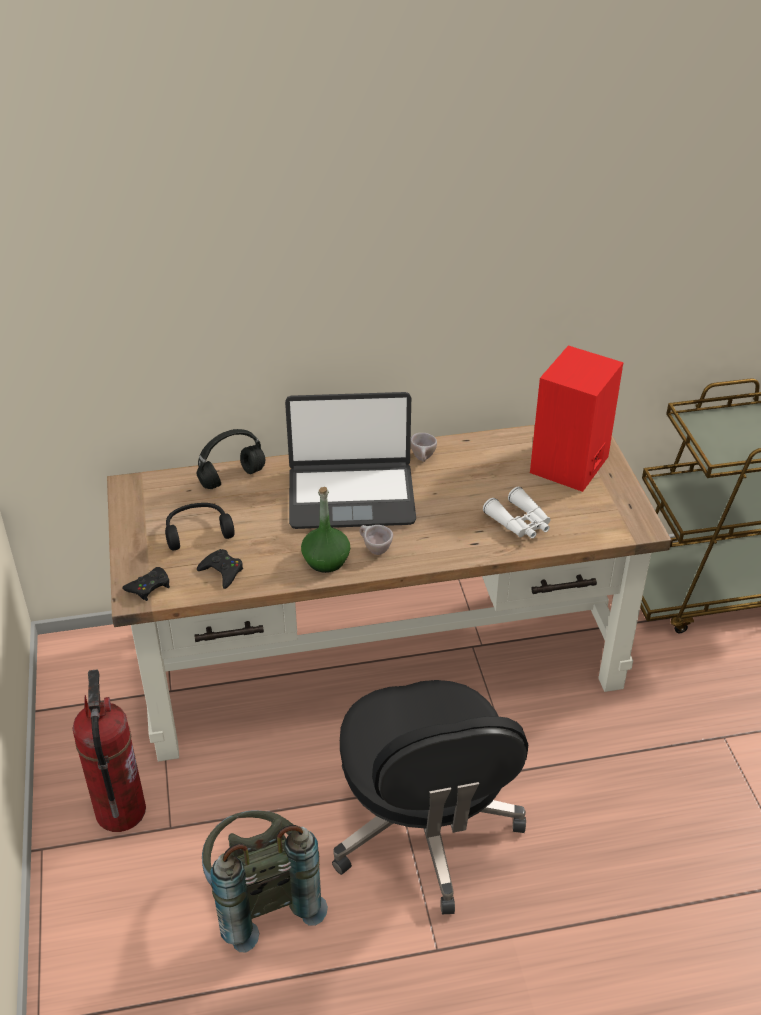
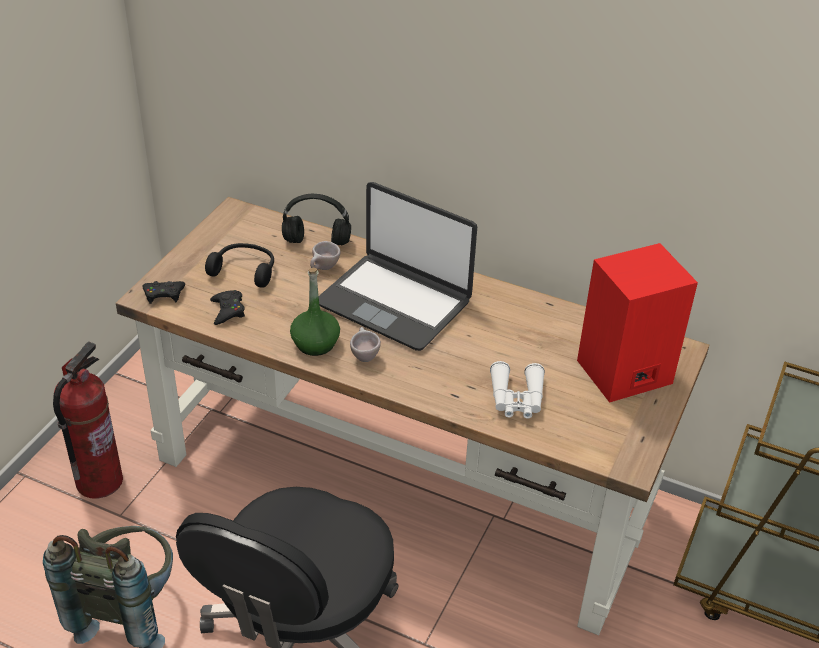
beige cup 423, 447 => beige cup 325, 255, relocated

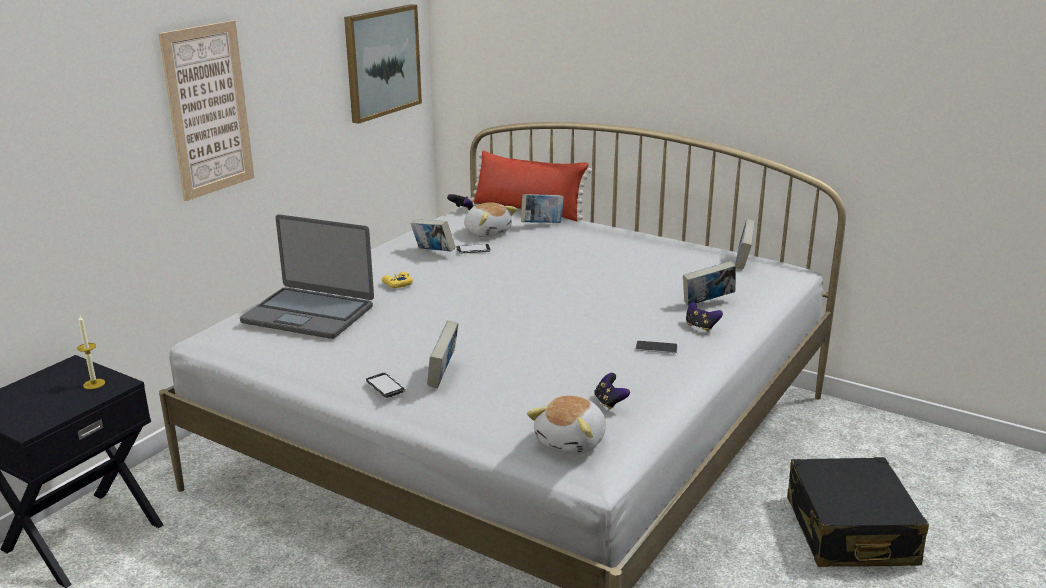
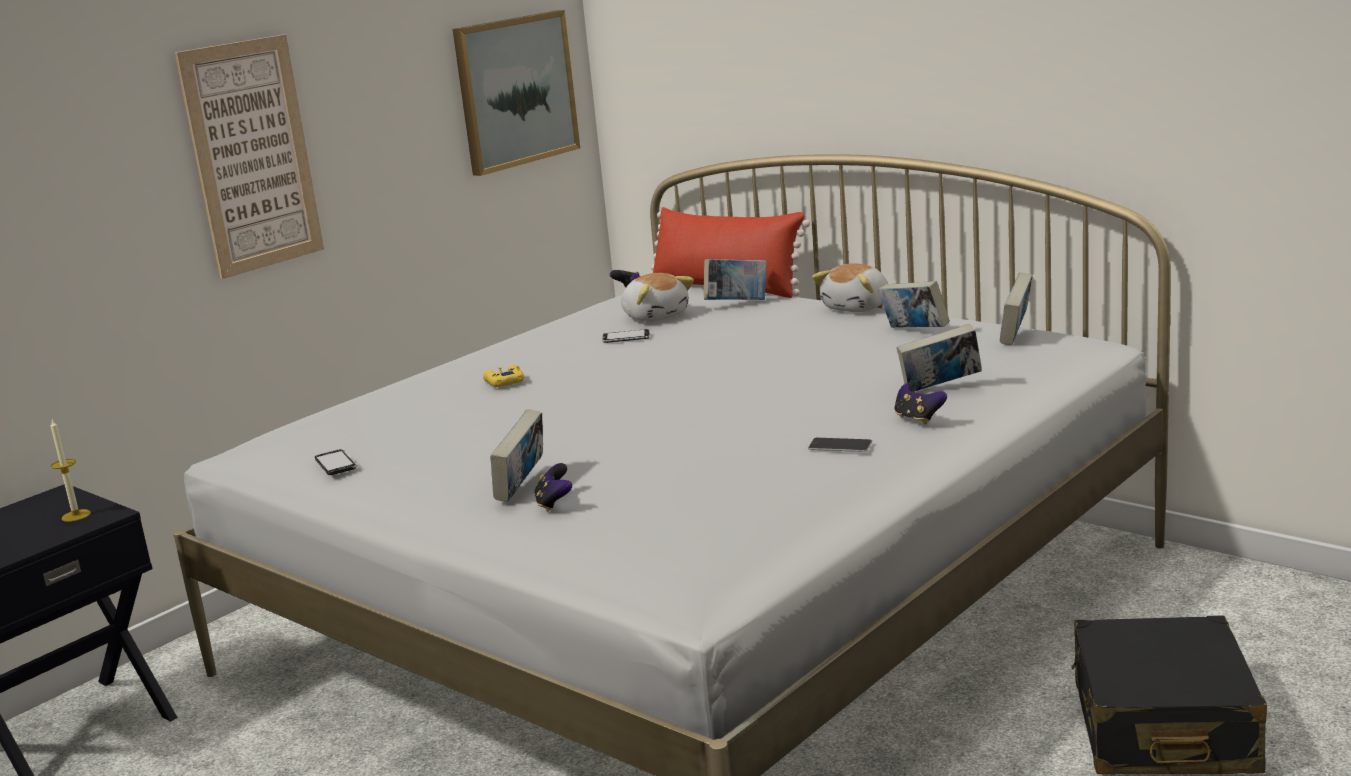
phone 386, 385 => phone 336, 462, relocated
game controller 612, 391 => game controller 553, 487, relocated
plush toy 566, 424 => plush toy 850, 287, relocated
book 433, 235 => book 914, 304, relocated
laptop 307, 276 => nothing

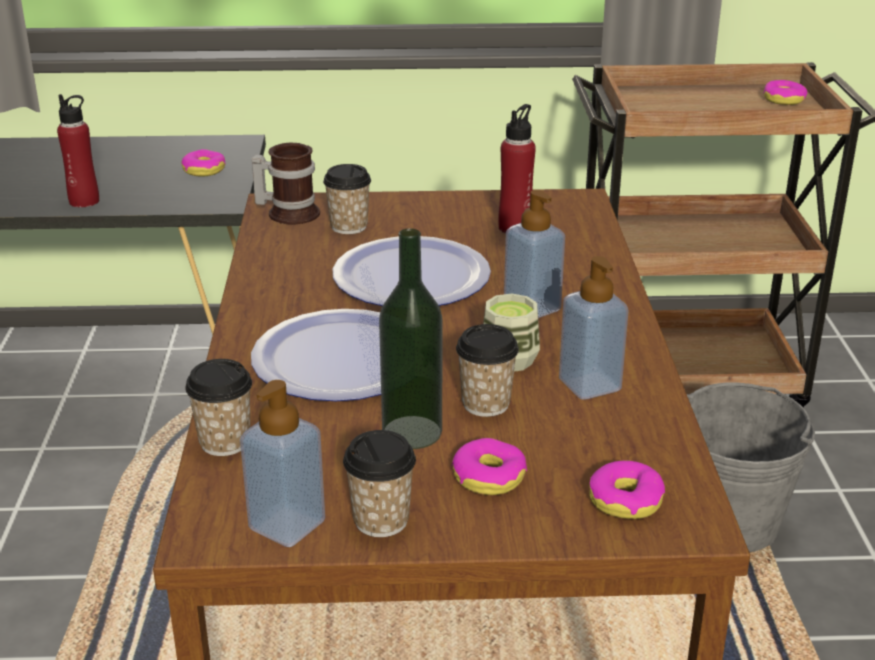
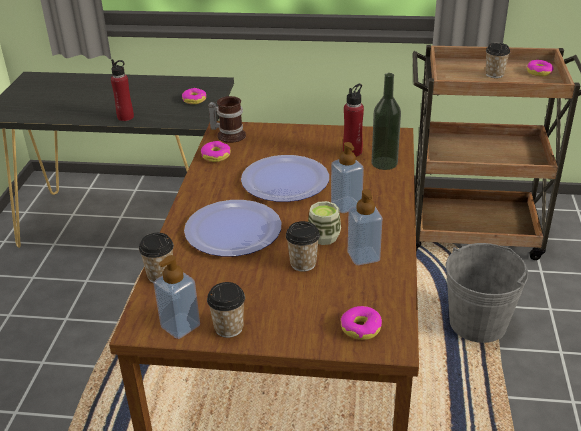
donut 489, 466 => donut 216, 151, relocated
bottle 411, 338 => bottle 386, 121, relocated
cup 347, 199 => cup 498, 60, relocated

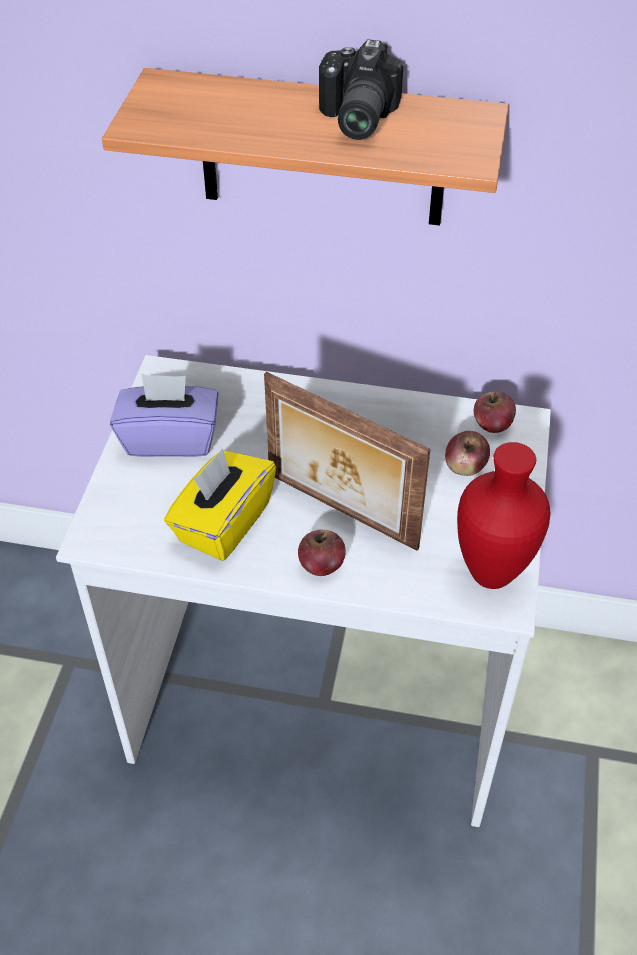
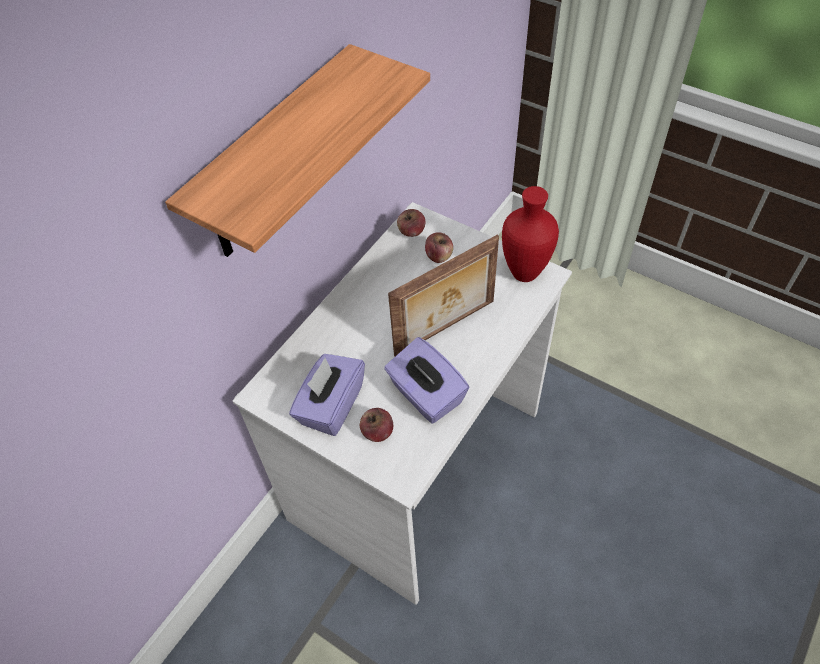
apple 322, 553 => apple 376, 425, relocated
yellow tissue box 220, 504 => purple tissue box 426, 380
photo camera 361, 89 => nothing

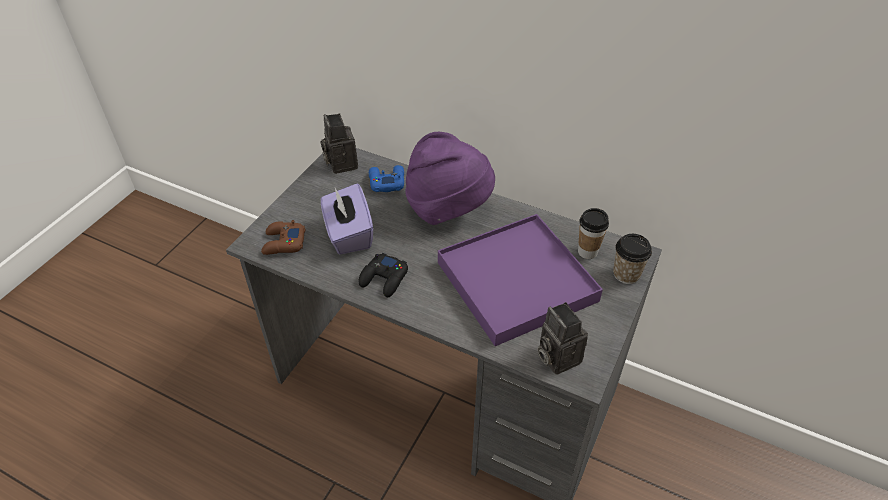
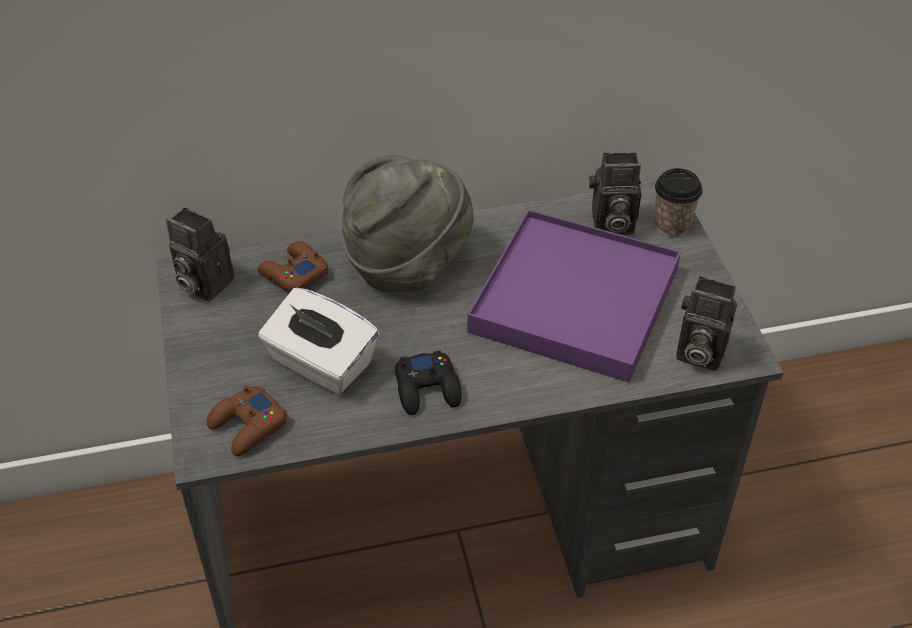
blue game controller 386, 178 => brown game controller 292, 266
purple tissue box 347, 219 => white tissue box 318, 341
purple hat 450, 178 => grey hat 407, 223
cup 593, 233 => photo camera 615, 193

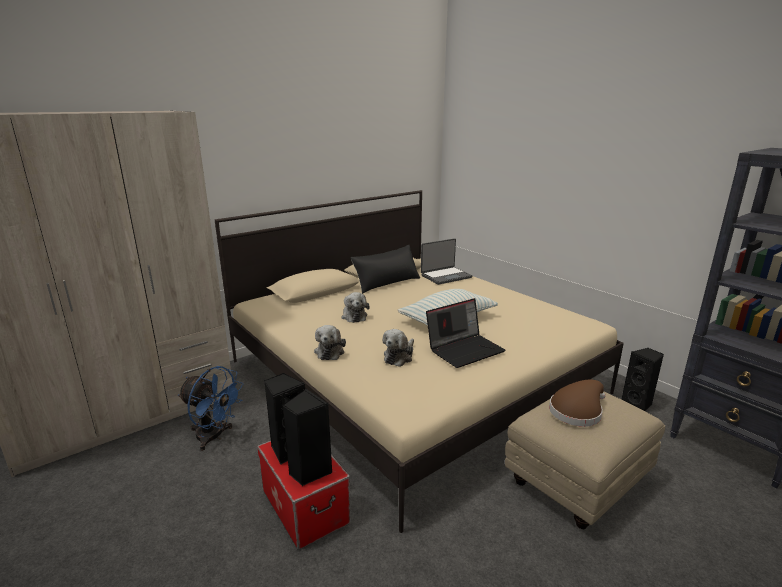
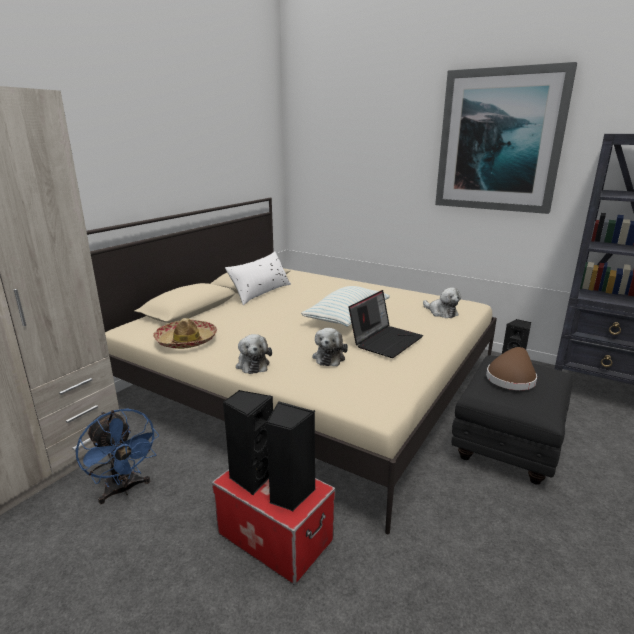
blue fan 211, 408 => blue fan 117, 456, 45 degrees clockwise
nothing => hat 185, 333
black pillow 385, 269 => white pillow 258, 278
plush toy 355, 307 => plush toy 442, 303, relocated
nothing => picture 506, 138
beige ottoman 585, 460 => black ottoman 512, 420
laptop 446, 261 => nothing

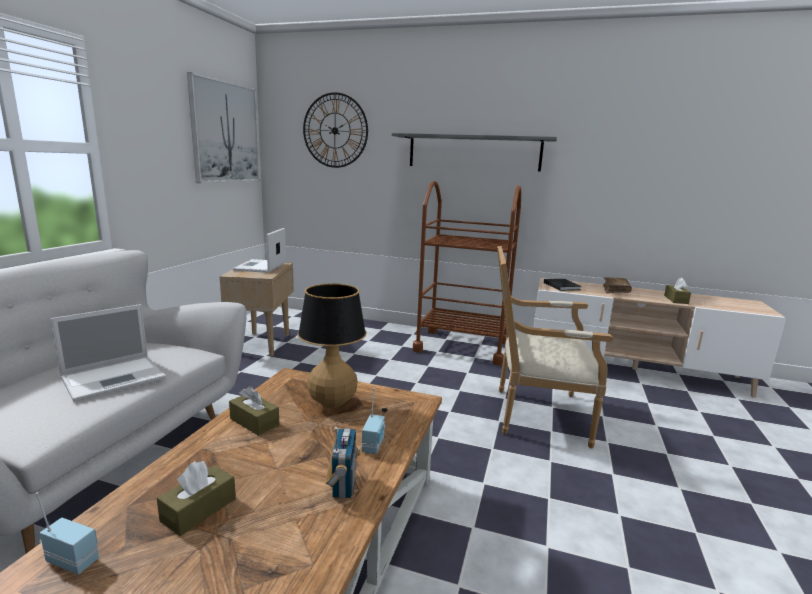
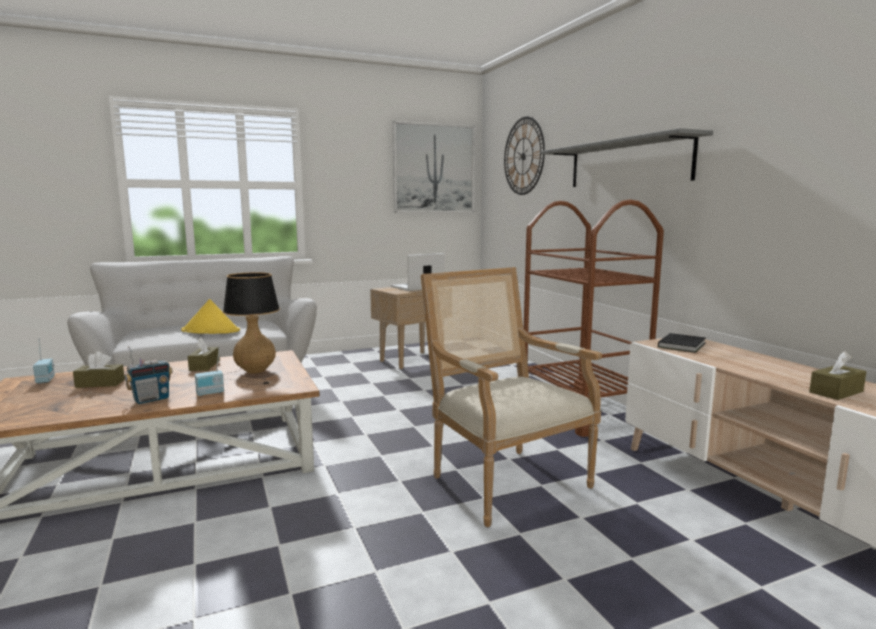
laptop 108, 353 => yellow hat 210, 316
brown book 617, 285 => nothing

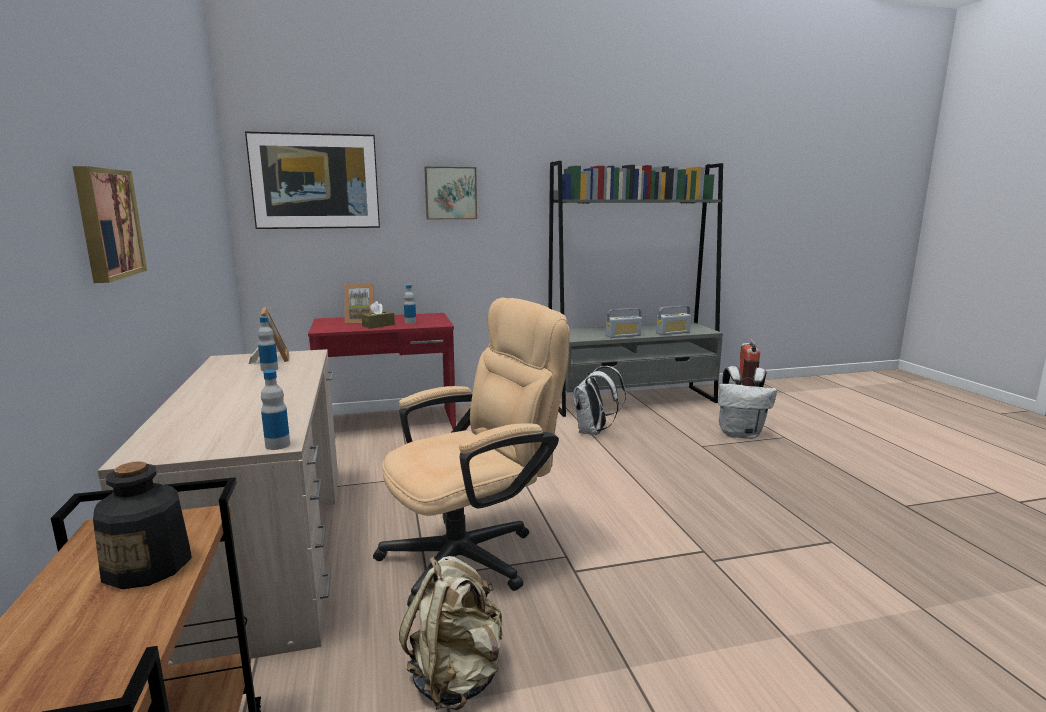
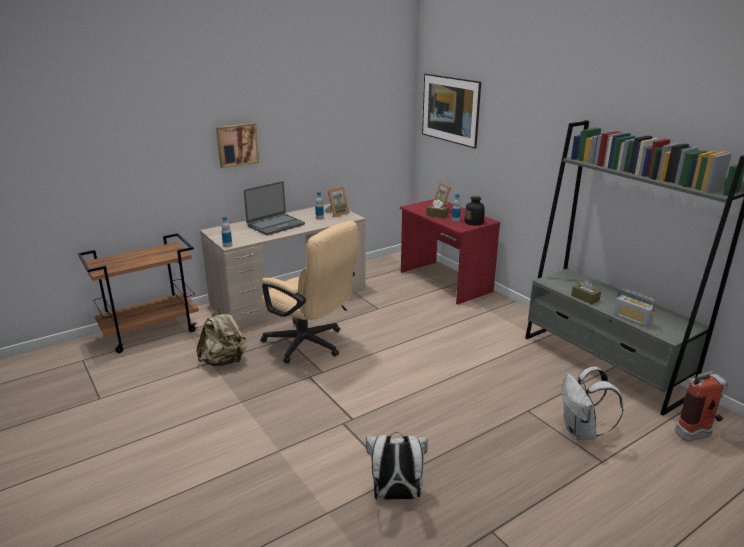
nothing => laptop 274, 208
white backpack 599, 400 => white backpack 397, 466, relocated
bottle 142, 525 => bottle 474, 210, relocated
radio 624, 323 => brown tissue box 586, 292
picture 450, 193 => nothing

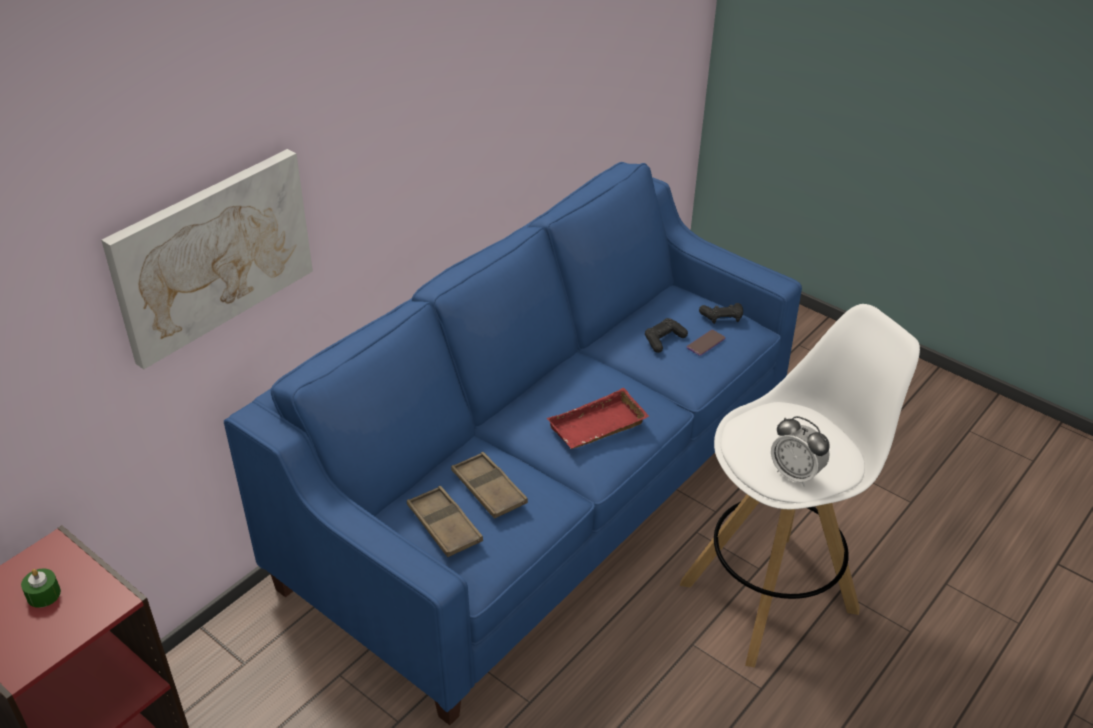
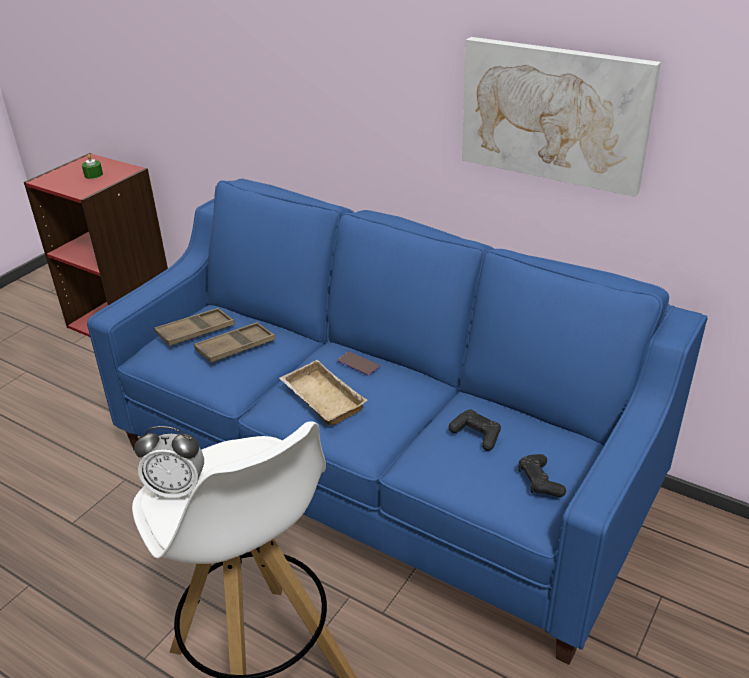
alarm clock 800, 451 => alarm clock 169, 462, 120 degrees counterclockwise
red tray 598, 418 => beige tray 323, 393
phone 706, 343 => phone 358, 363, relocated
picture 207, 259 => picture 561, 117, relocated

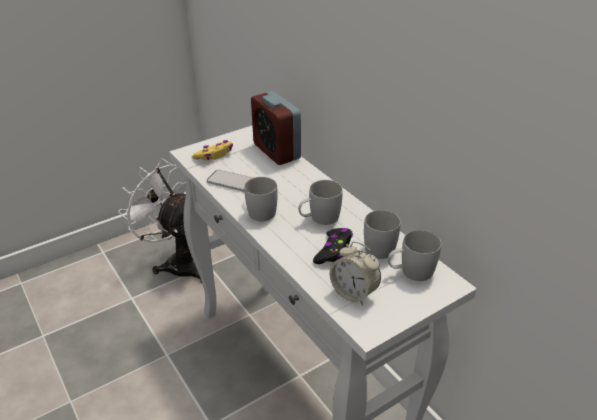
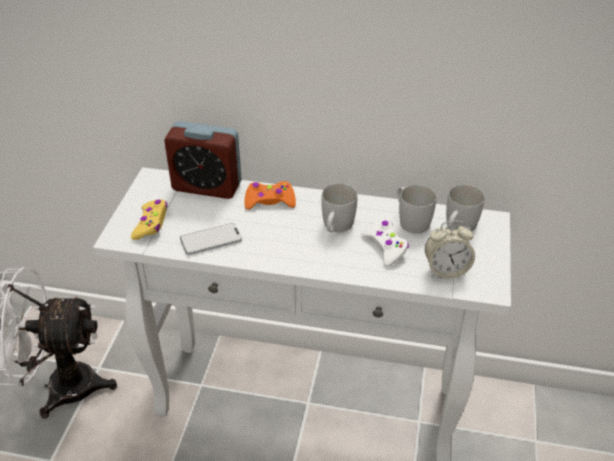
nothing => orange game controller 270, 195
black game controller 333, 246 => white game controller 385, 243
white mug 261, 199 => nothing

